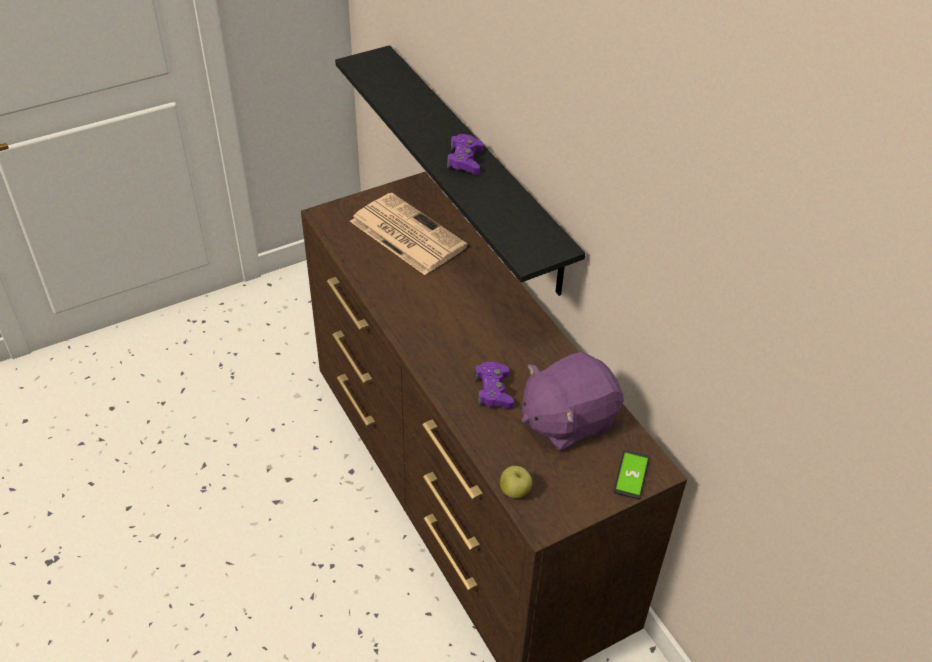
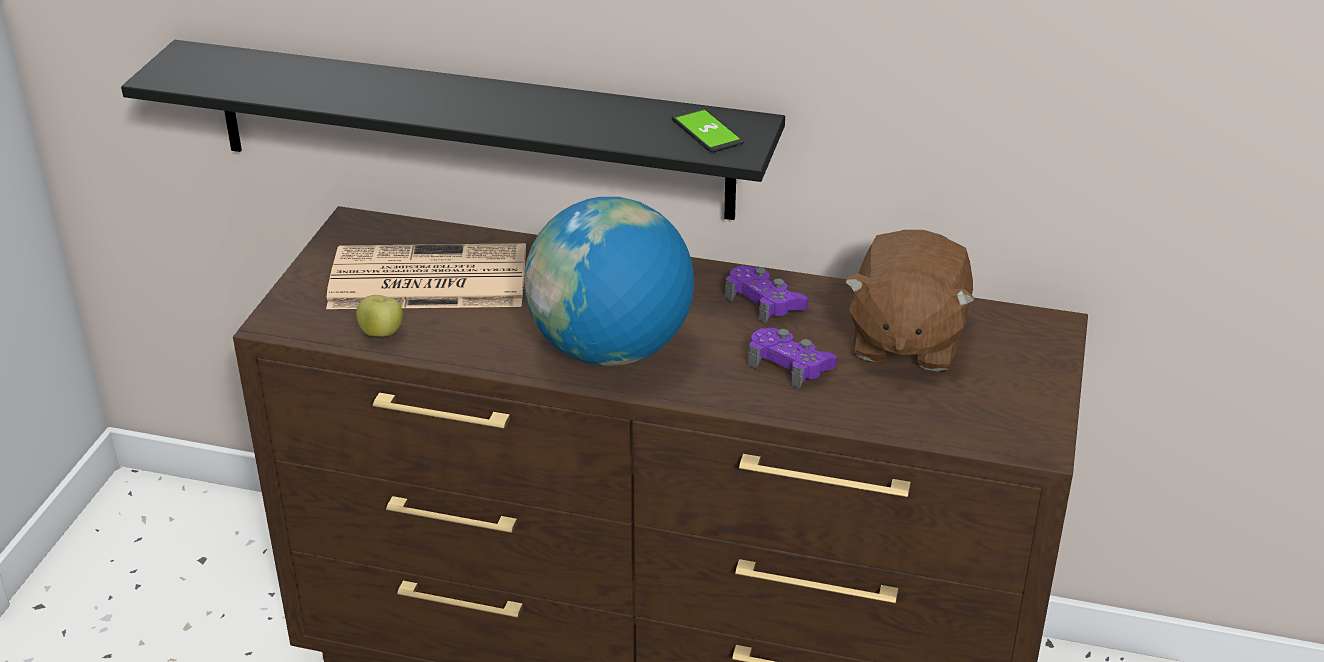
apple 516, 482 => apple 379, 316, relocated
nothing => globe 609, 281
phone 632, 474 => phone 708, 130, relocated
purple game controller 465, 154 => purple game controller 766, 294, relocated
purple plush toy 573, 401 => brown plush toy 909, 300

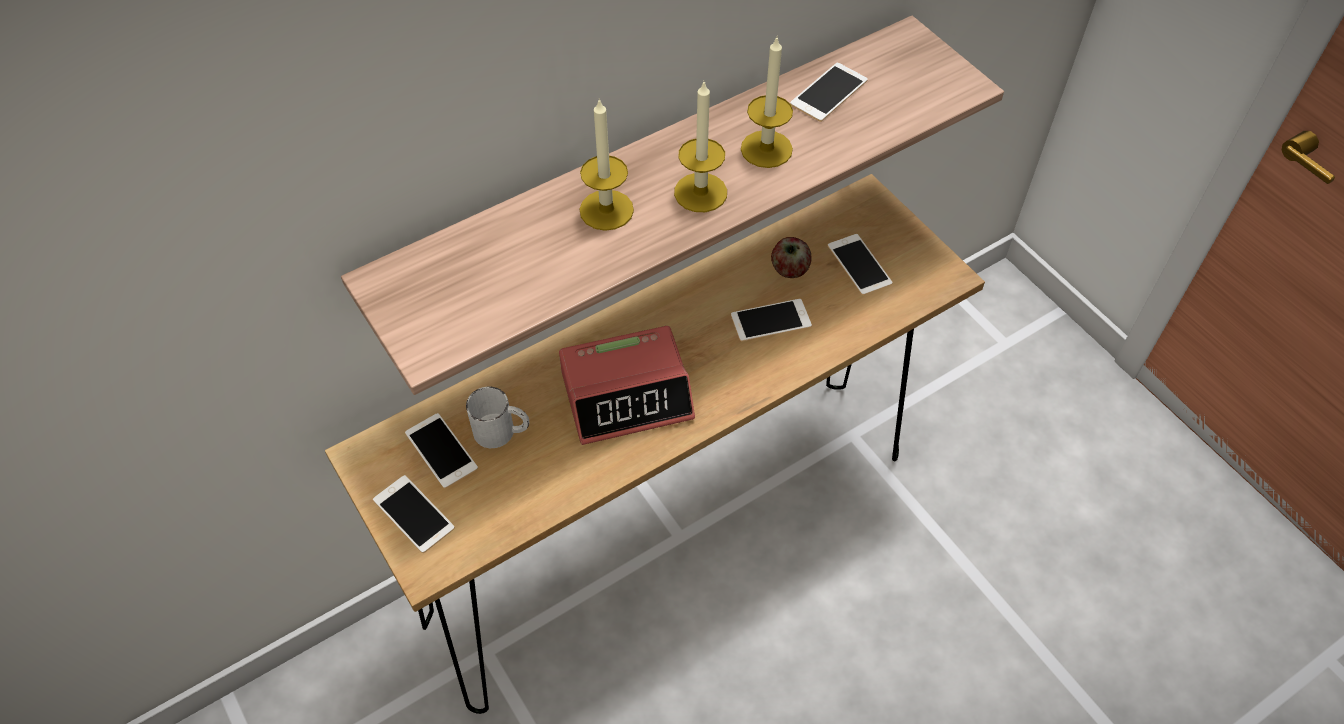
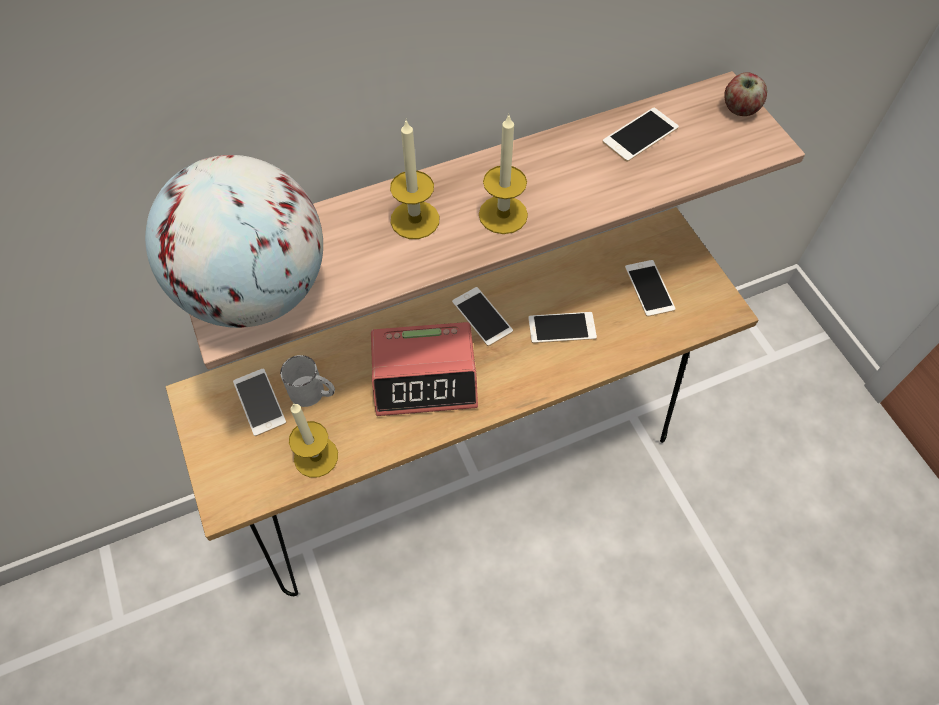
nothing => globe 234, 241
candle 767, 103 => candle 313, 440, relocated
phone 414, 514 => phone 482, 316, relocated
apple 791, 257 => apple 745, 94, relocated

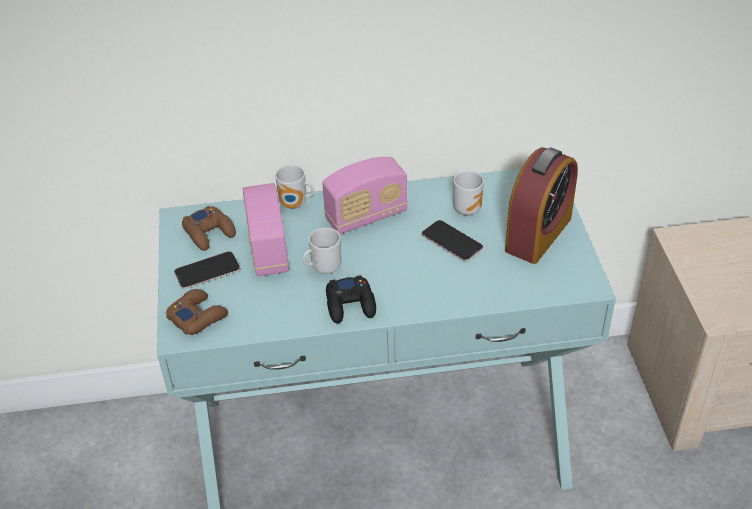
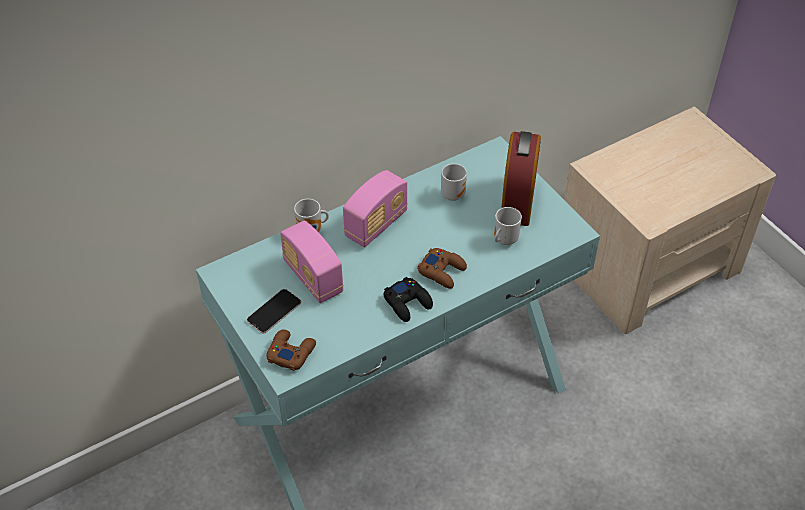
brown game controller 209, 228 => brown game controller 442, 268, relocated
mug 322, 251 => mug 508, 226, relocated
phone 452, 241 => nothing

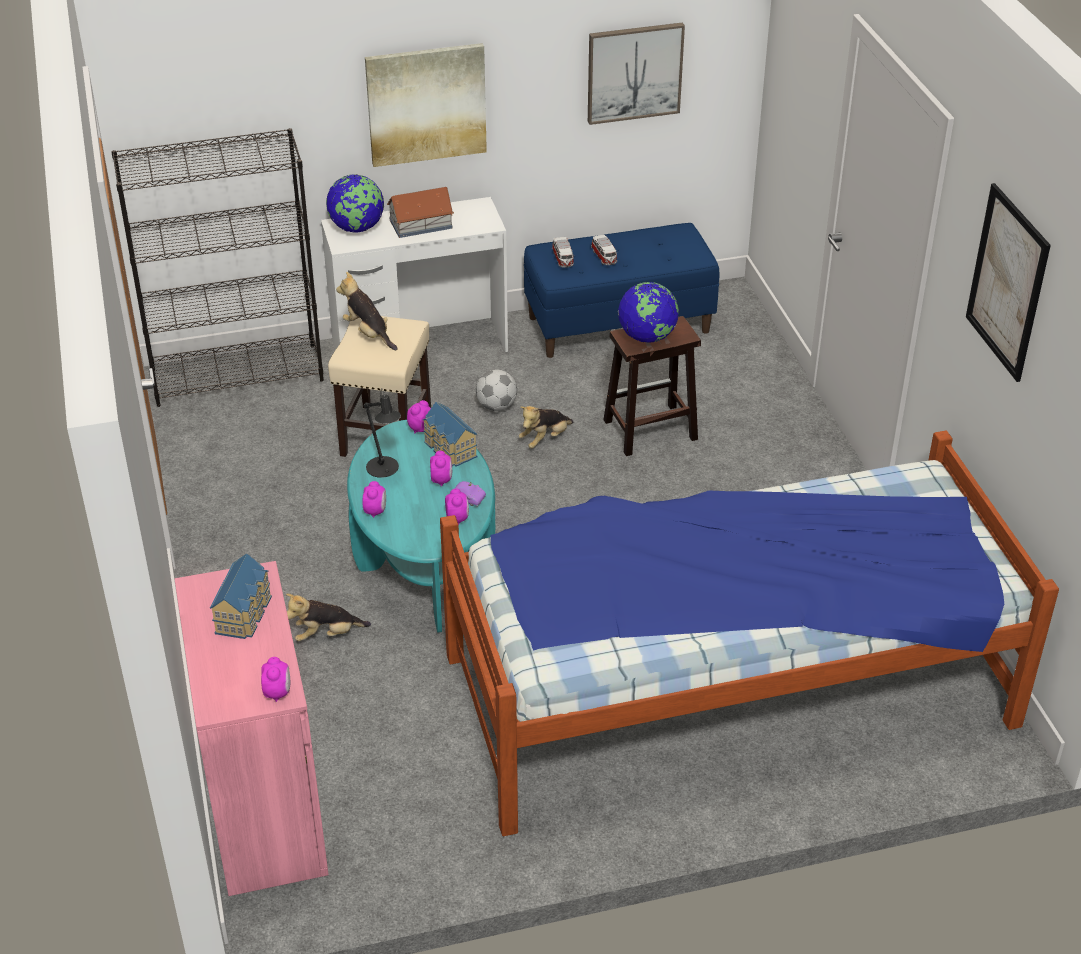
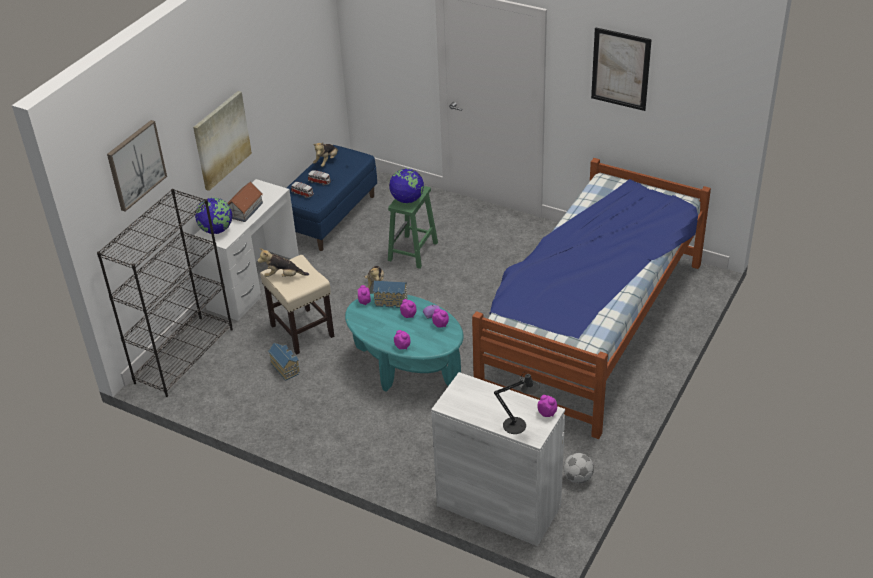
picture 636, 73 => picture 137, 165, relocated
toy house 241, 596 => toy house 284, 362, relocated
plush toy 328, 617 => plush toy 325, 154, relocated
brown stool 652, 386 => green stool 413, 227
pink cabinet 252, 728 => white cabinet 498, 459
black table lamp 382, 433 => black table lamp 517, 403, relocated
football 496, 390 => football 578, 468, relocated

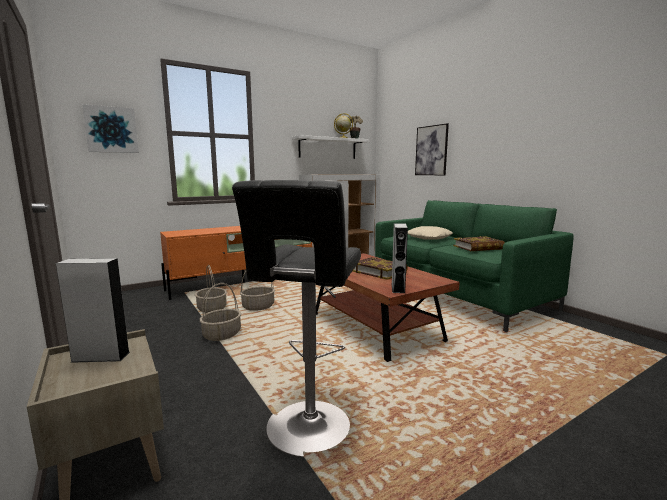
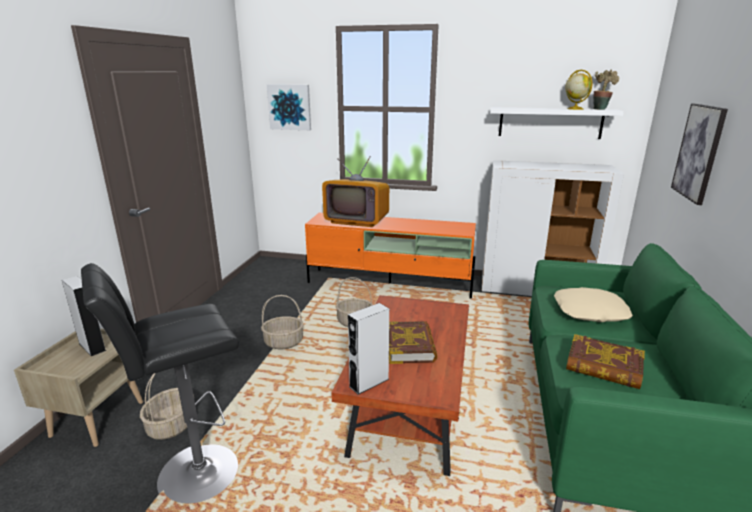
basket 211, 289 => basket 167, 406, relocated
nothing => television 355, 191

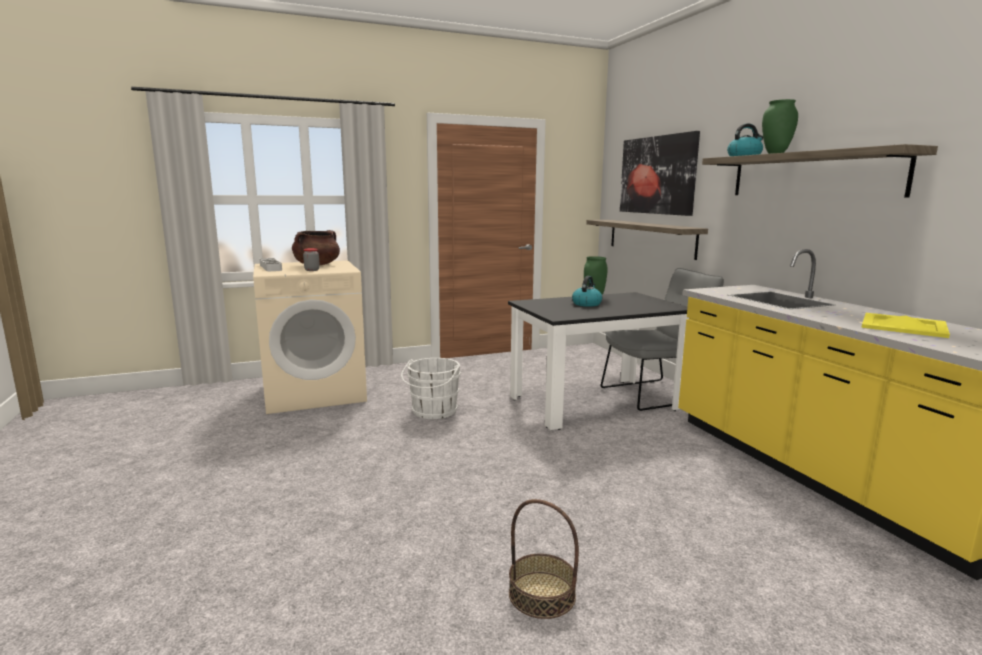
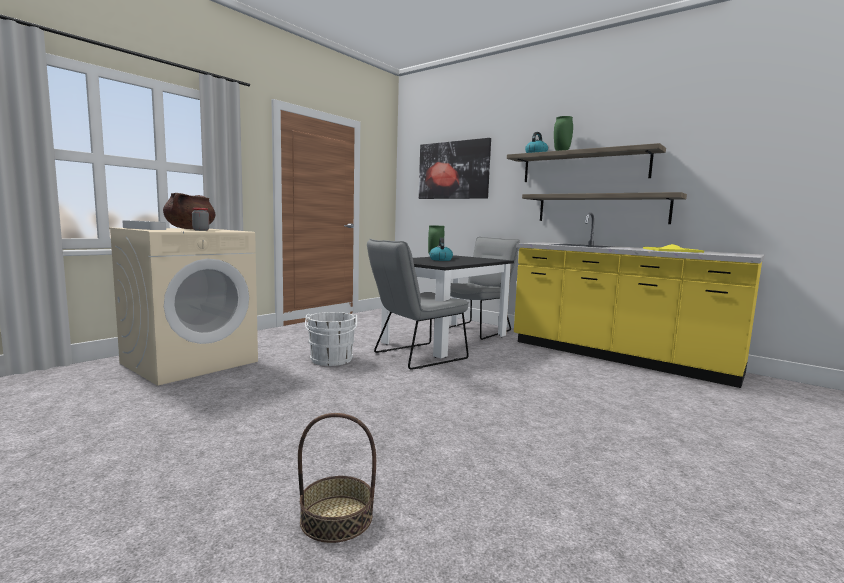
basket 544, 559 => basket 337, 478, relocated
nothing => grey chair 418, 304
shelf 647, 240 => shelf 604, 208, relocated

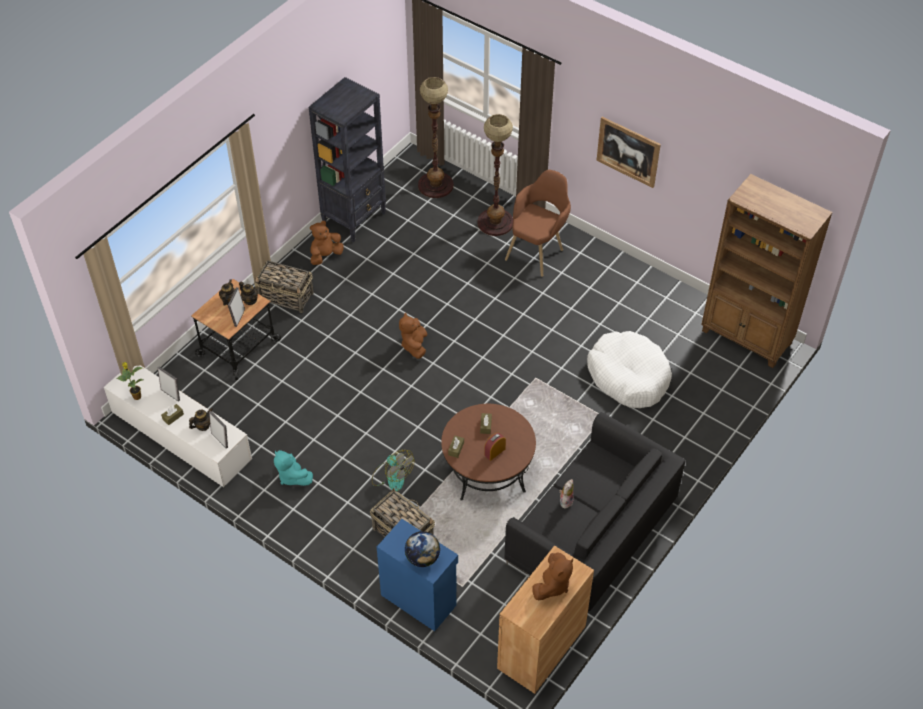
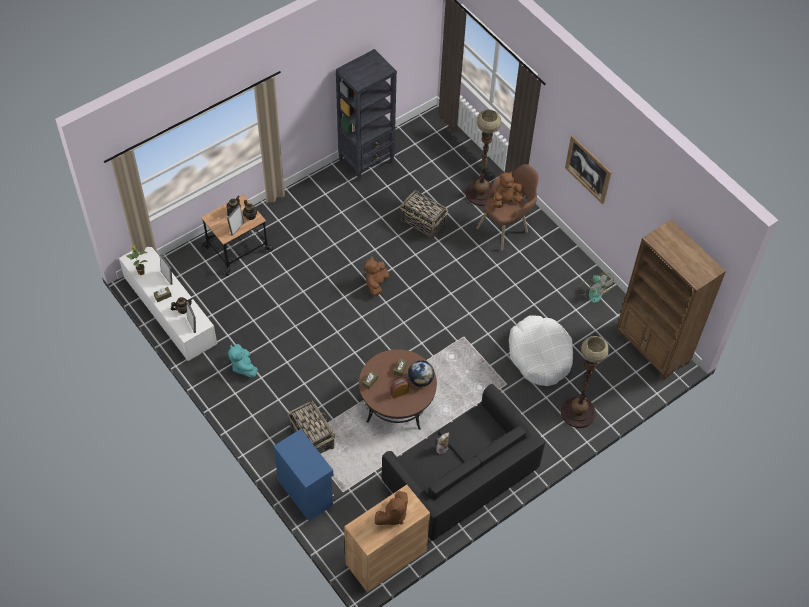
basket 284, 286 => basket 424, 215, relocated
globe 422, 549 => globe 421, 373, relocated
brown plush toy 326, 243 => brown plush toy 508, 190, relocated
floor lamp 436, 137 => floor lamp 585, 382, relocated
fan 393, 471 => fan 595, 288, relocated

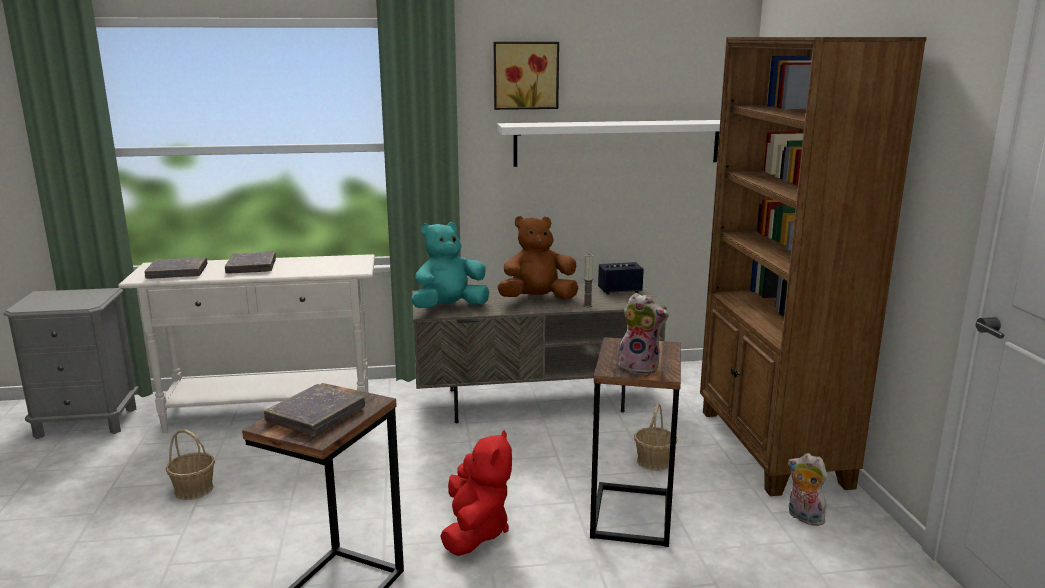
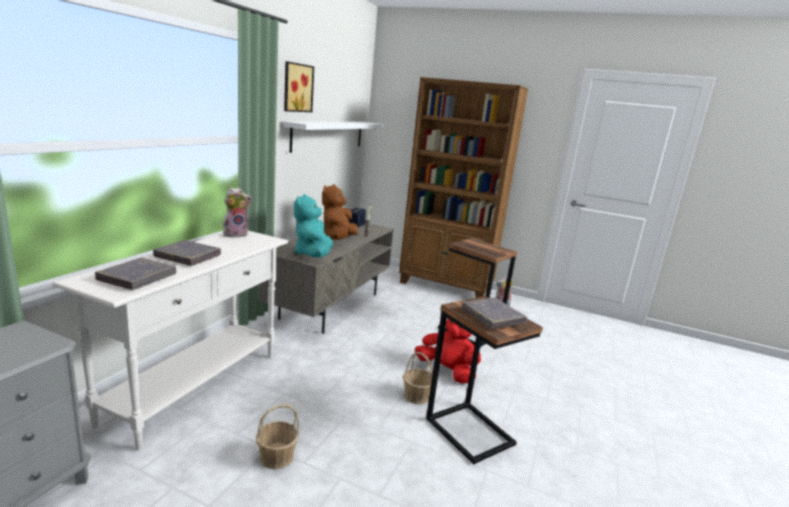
plush toy 643, 334 => plush toy 237, 212, relocated
basket 655, 437 => basket 418, 378, relocated

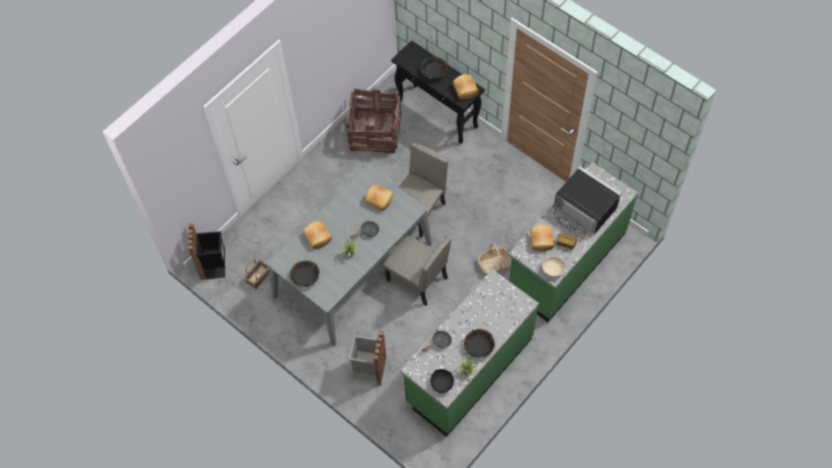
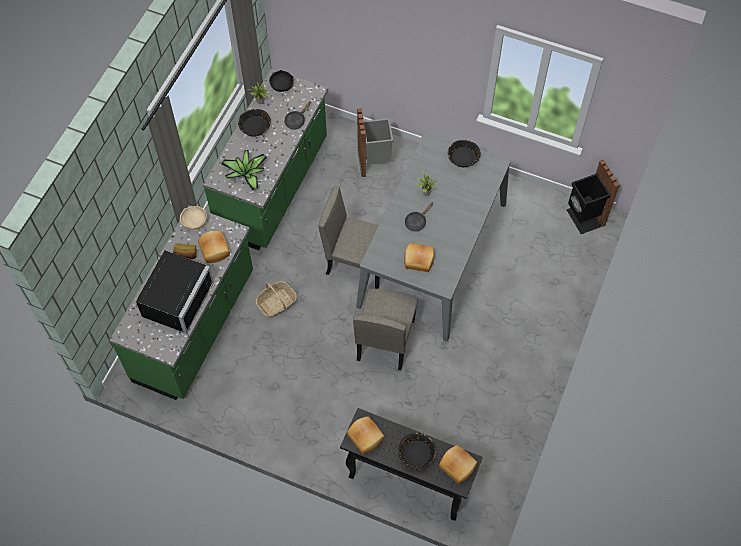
black microwave 588, 202 => black microwave 175, 291, 90 degrees counterclockwise
nothing => potted plant 243, 170
bread 317, 235 => bread 458, 464, relocated
basket 256, 274 => nothing
crate 373, 121 => nothing

